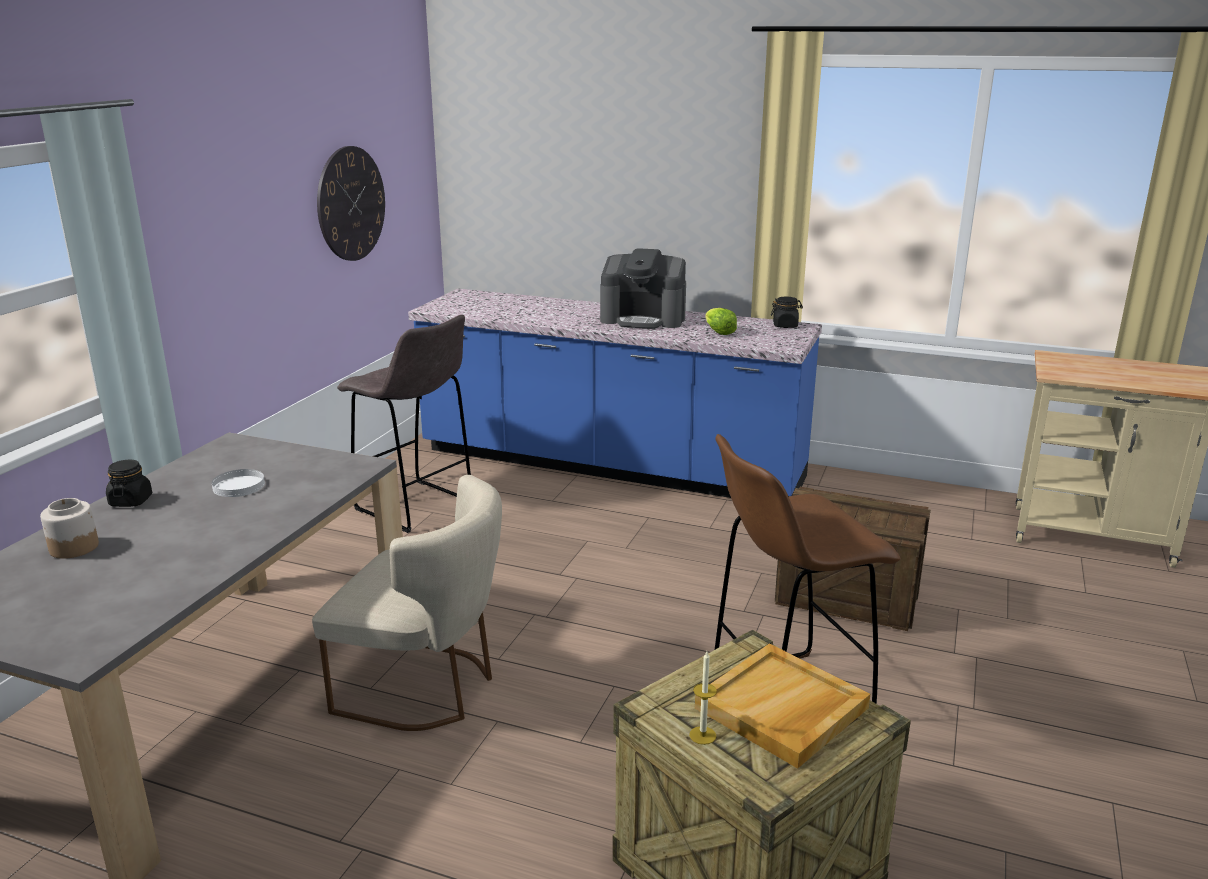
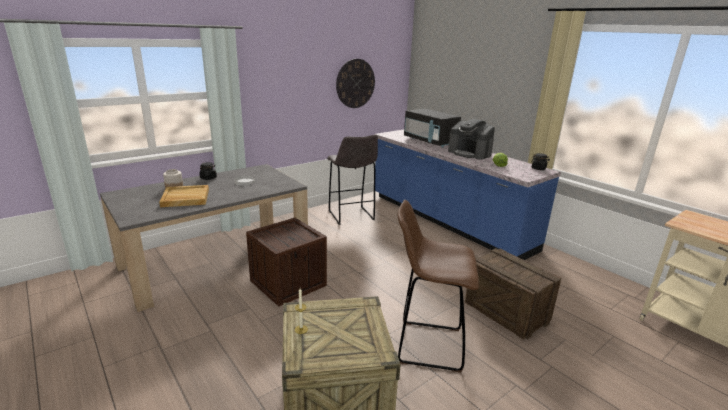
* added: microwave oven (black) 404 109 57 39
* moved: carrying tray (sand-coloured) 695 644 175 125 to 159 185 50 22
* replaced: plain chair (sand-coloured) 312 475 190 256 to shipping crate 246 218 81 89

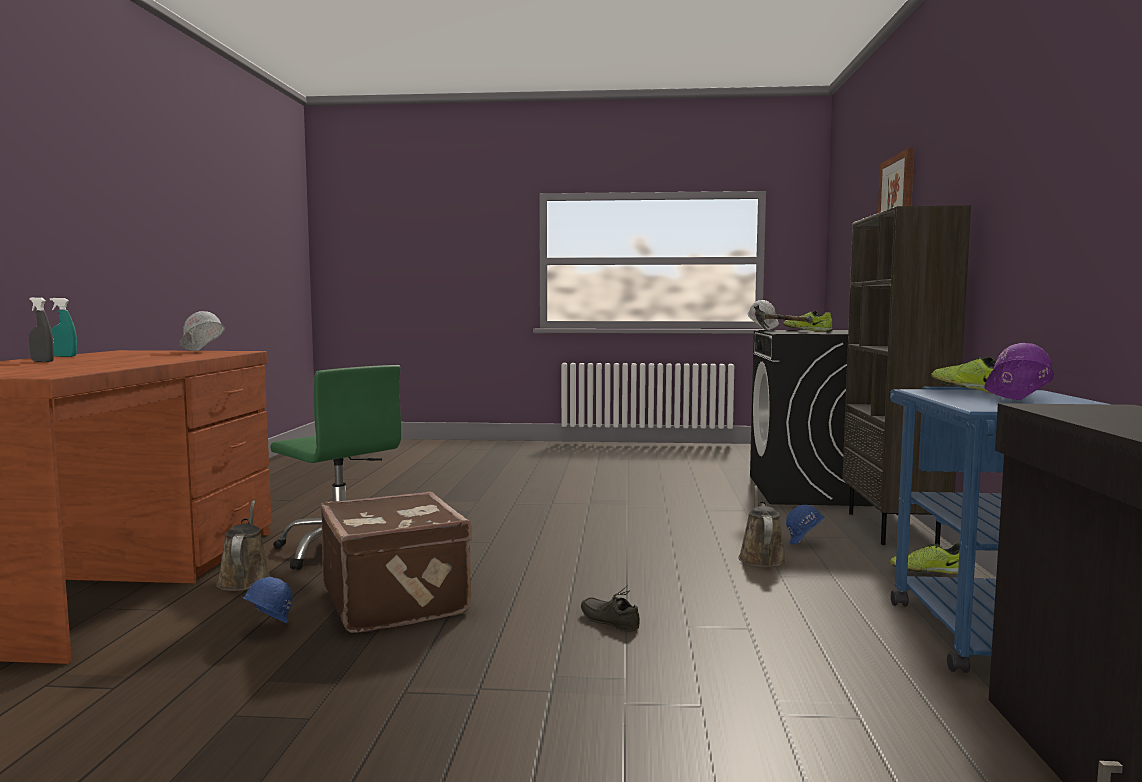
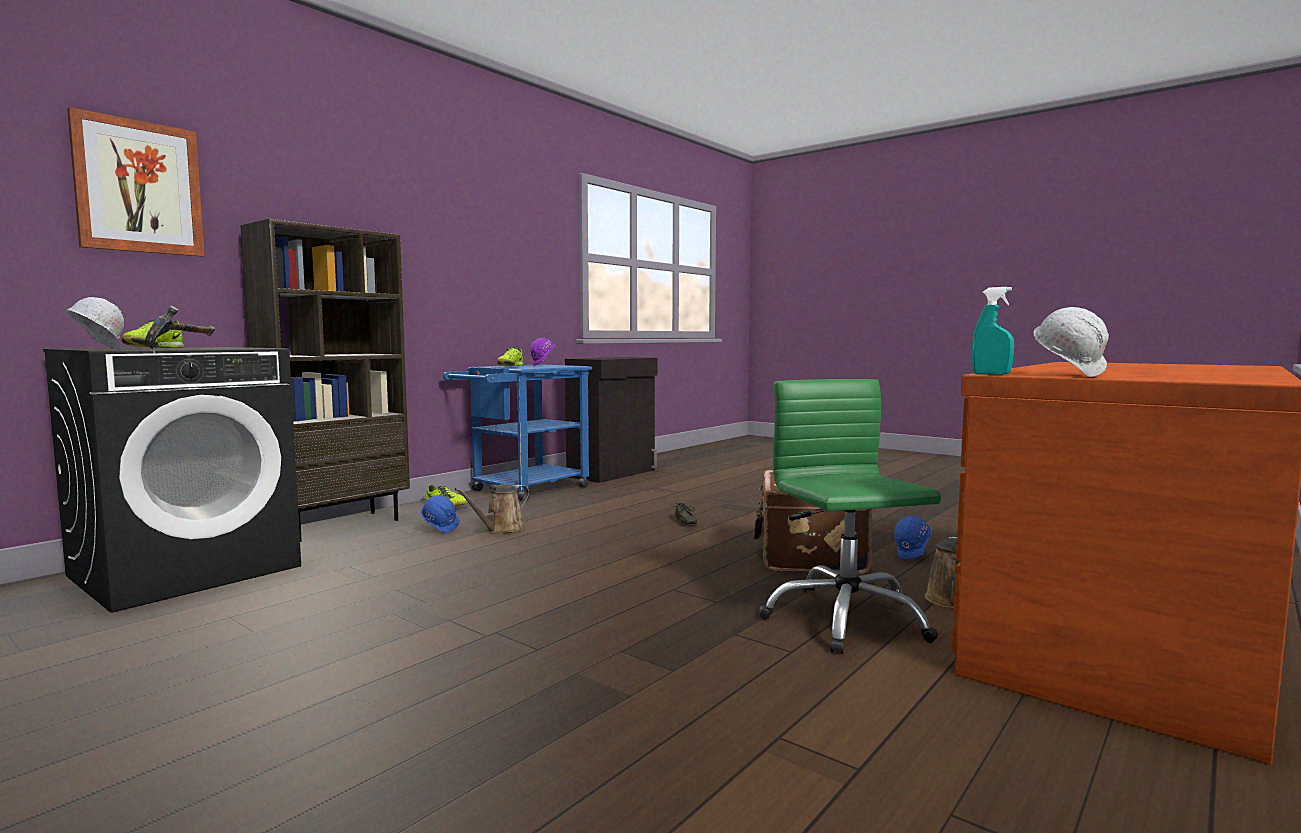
* removed: sprayer (gray) 29 297 25 65
* moved: sprayer (turquoise-coloured) 50 298 27 59 to 972 287 42 88

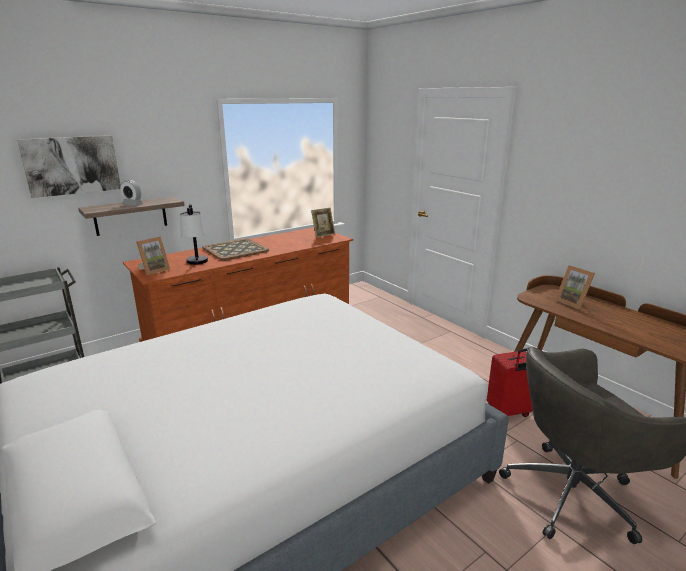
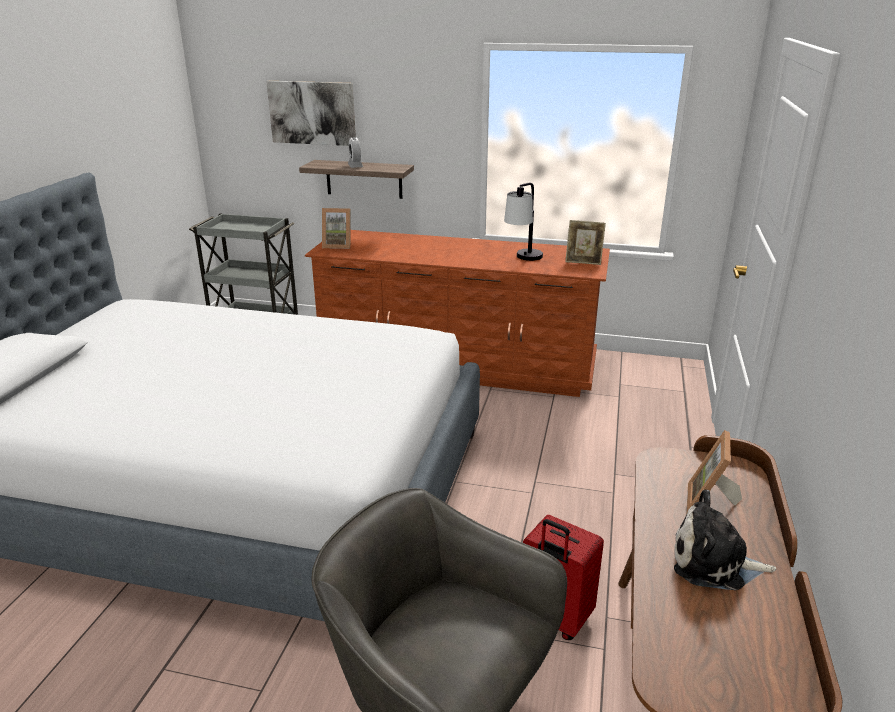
* removed: carrying tray 202 238 67 23
* added: plush toy 674 490 102 100
* moved: tabletop lamp 180 204 28 61 to 504 182 39 79

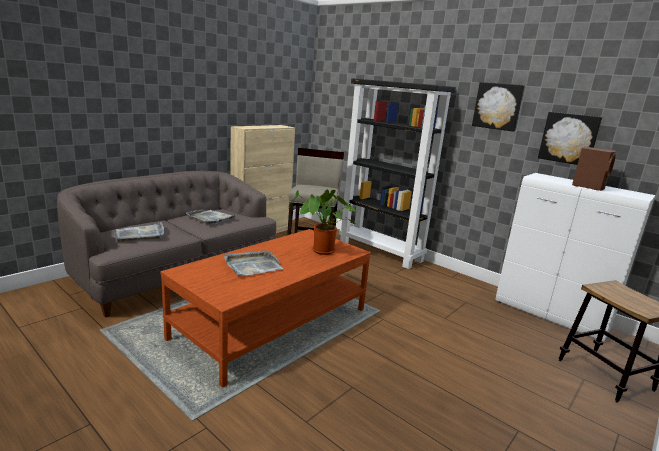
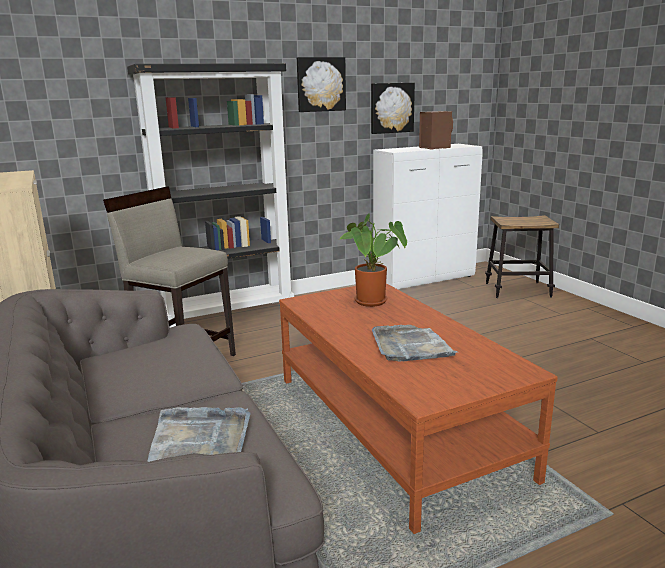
* removed: carrying tray (gray) 186 209 49 15

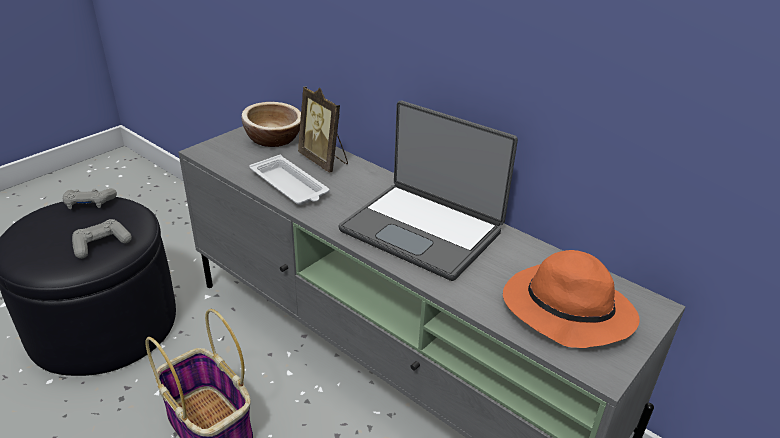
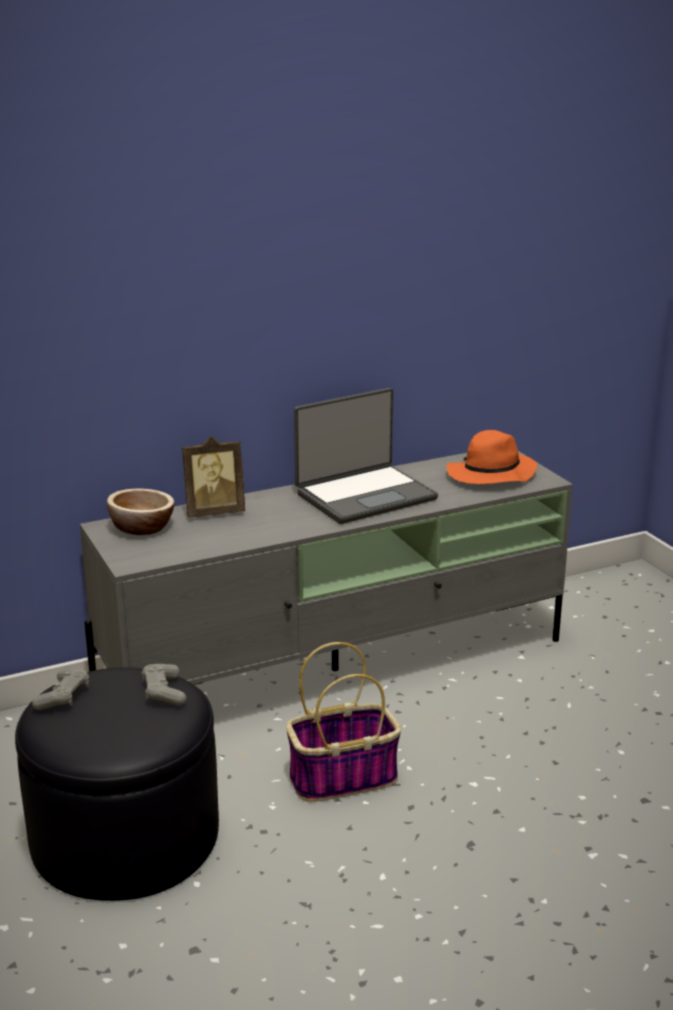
* removed: carrying tray (whitish) 249 155 80 50

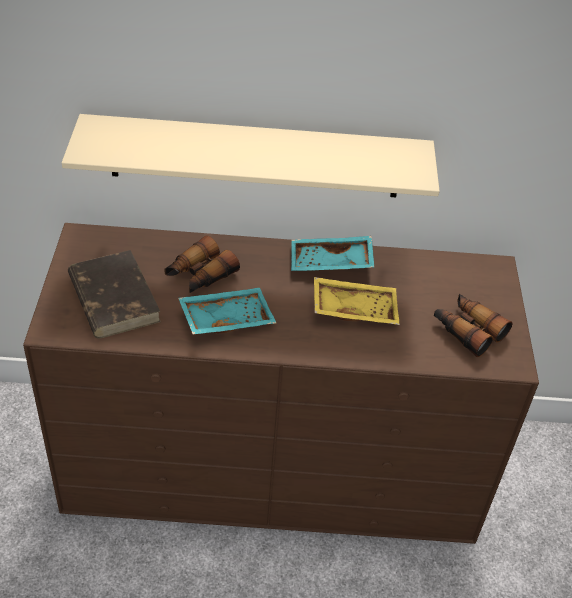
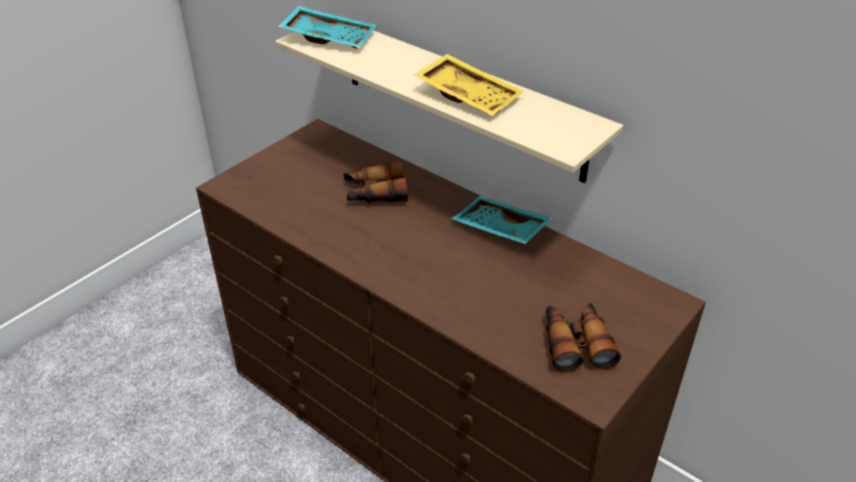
* removed: bound book (brown) 68 250 93 88
* moved: carrying tray (turquoise-coloured) 178 288 98 46 to 278 6 98 43
* moved: carrying tray (yellowish) 314 277 86 48 to 414 54 110 62

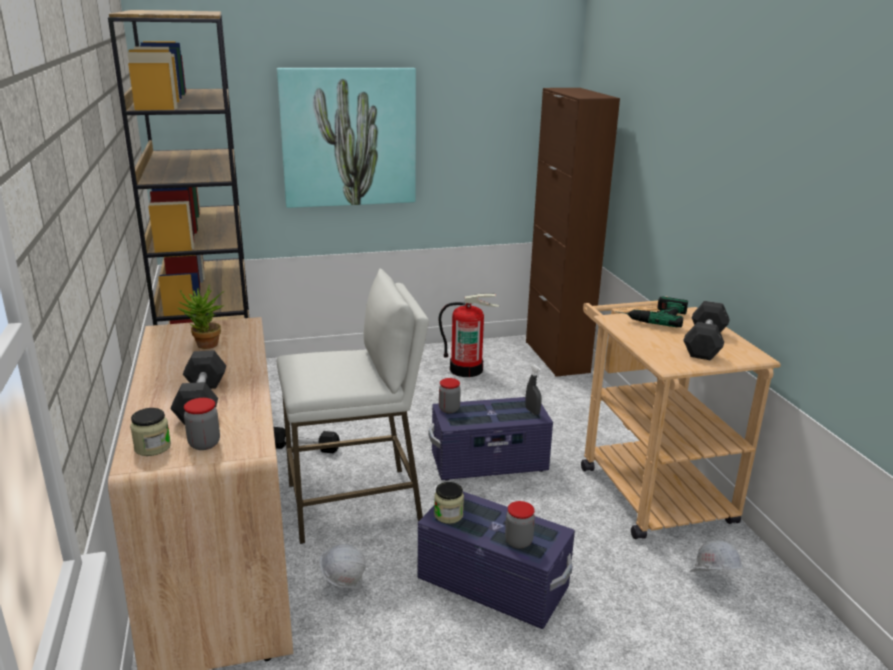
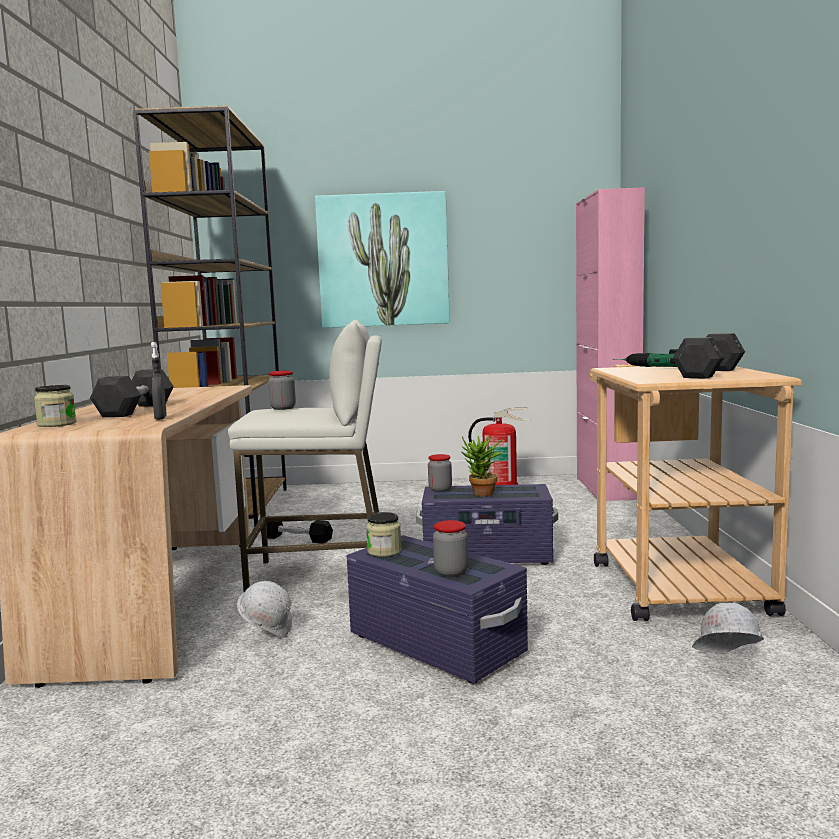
* moved: plant in a pot 178 285 47 64 to 461 435 42 62
* moved: storage jar 184 398 36 52 to 268 371 28 39
* moved: sprayer (gray) 525 364 17 51 to 151 342 16 78
* recoloured: cabinet (brown) 526 88 94 289 to cabinet (pink) 576 188 69 313

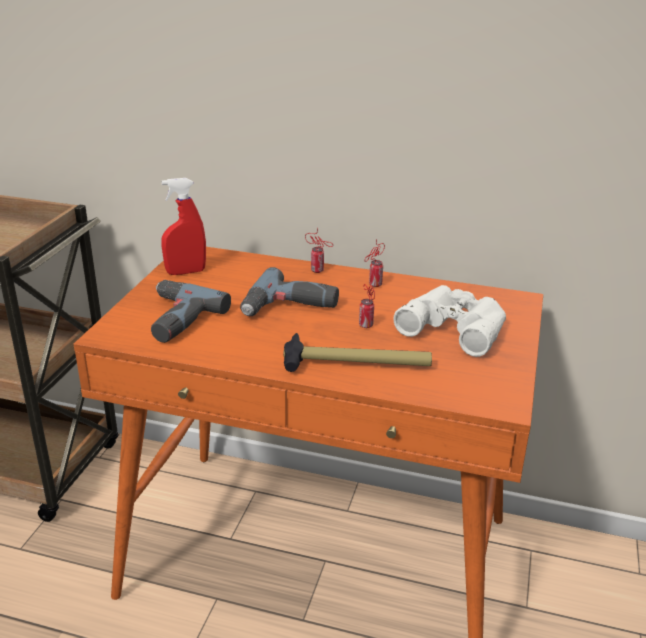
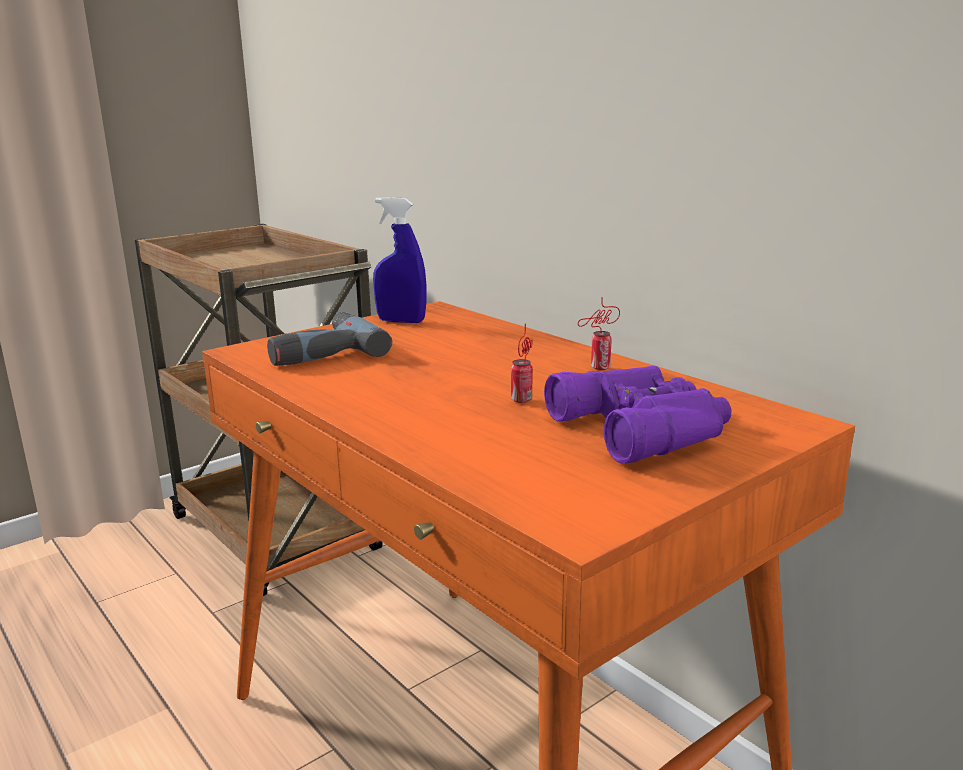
* removed: power drill 240 267 99 49
* removed: tool hammer 284 333 148 39
* removed: can 305 228 28 45
* recoloured: sprayer (reddish) 161 178 45 97 to sprayer (blue-coloured) 373 197 53 126
* recoloured: binoculars (whitish) 393 285 113 72 to binoculars (purplish) 544 365 188 99

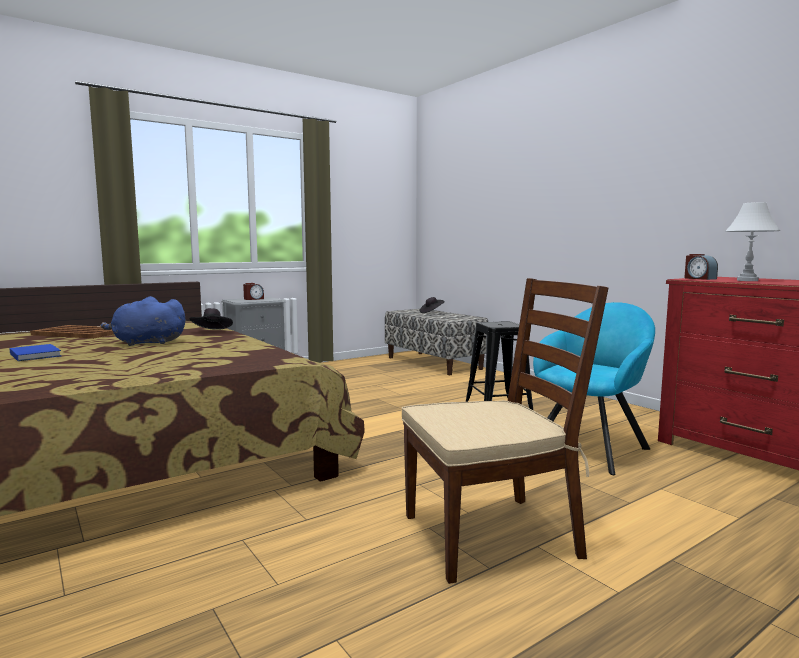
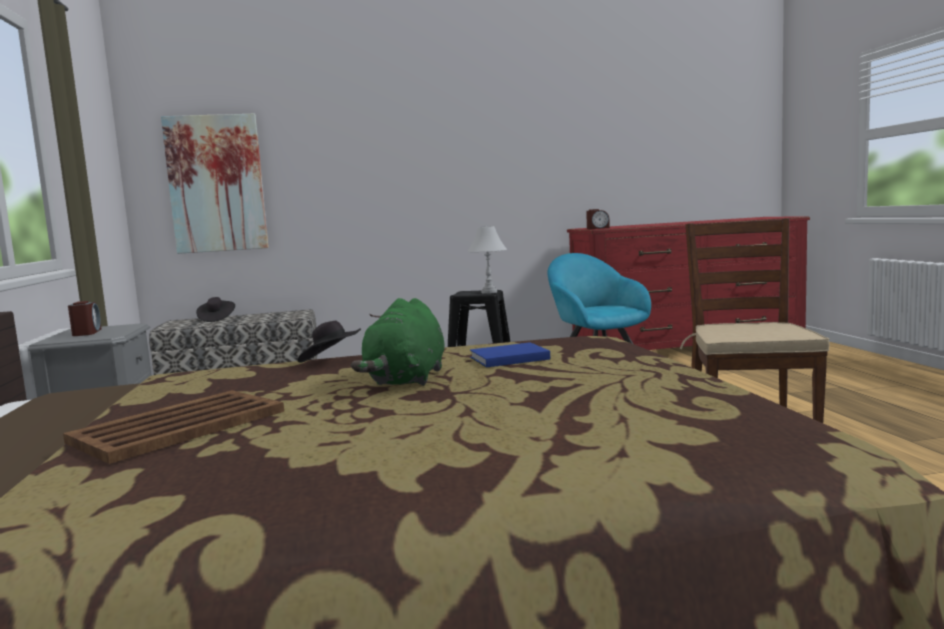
* added: wall picture 161 114 108 140
* moved: bound book (blue-coloured) 10 344 51 17 to 470 342 80 26
* moved: tabletop lamp (whitish) 725 202 55 79 to 467 226 40 68
* recoloured: plush toy (blue-coloured) 101 296 84 50 to plush toy (green) 351 298 94 88

